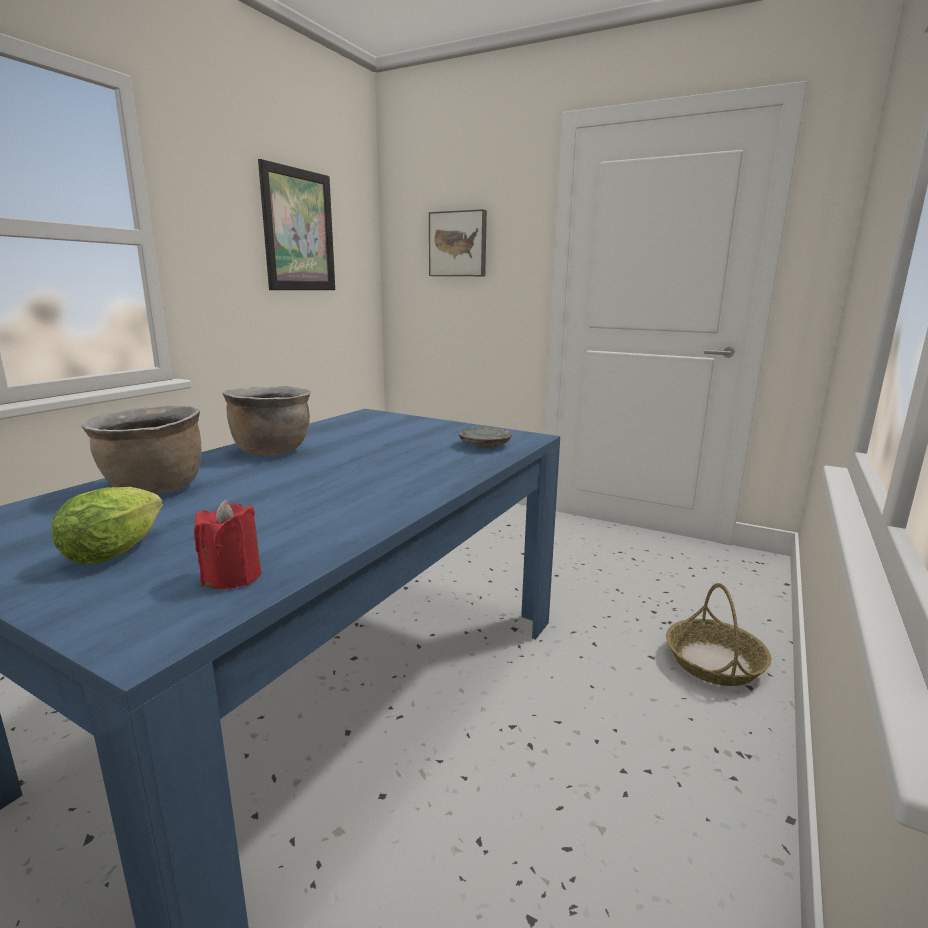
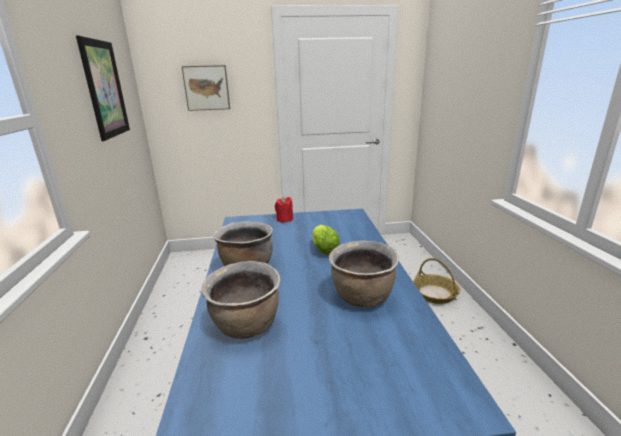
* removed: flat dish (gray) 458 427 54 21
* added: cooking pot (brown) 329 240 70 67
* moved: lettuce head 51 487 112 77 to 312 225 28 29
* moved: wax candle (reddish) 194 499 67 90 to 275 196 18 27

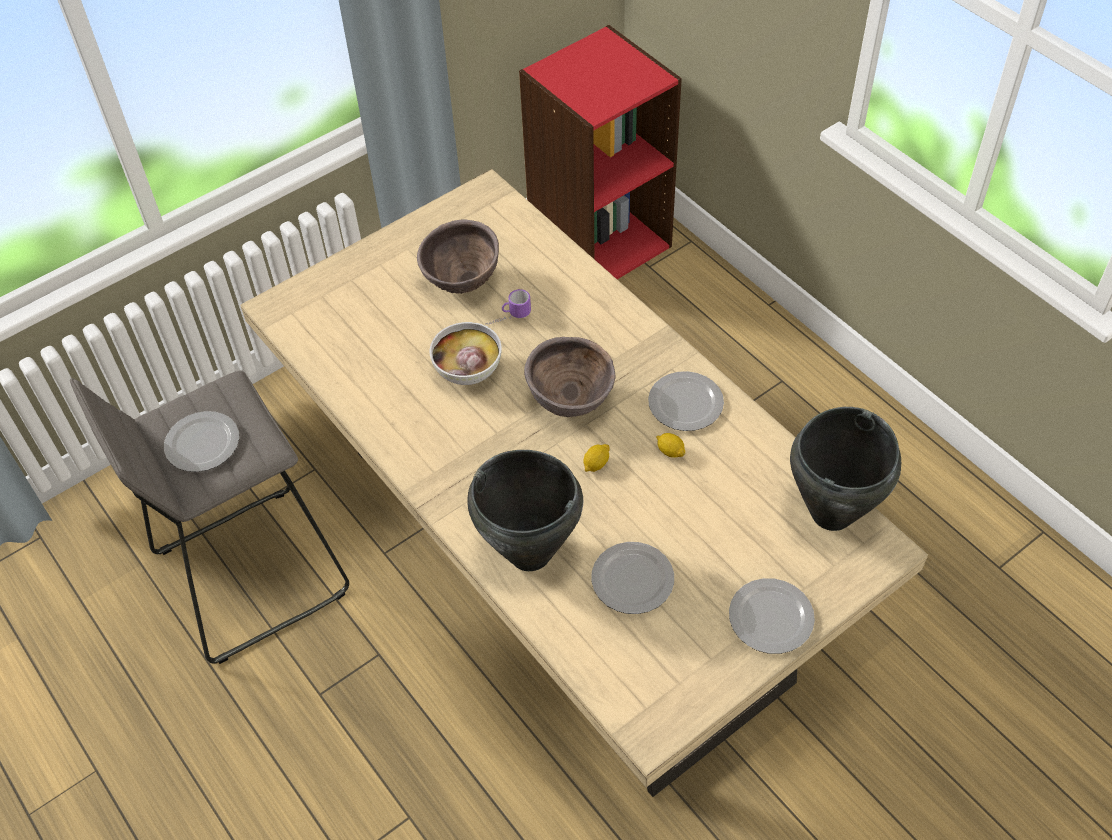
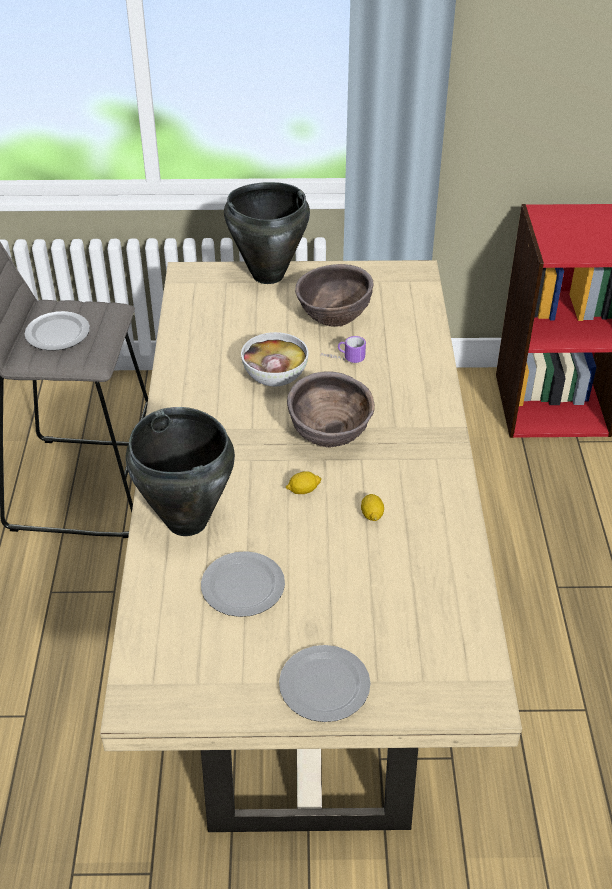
* removed: flat dish 648 371 76 60
* moved: cooking pot (black) 790 407 111 124 to 224 182 86 102

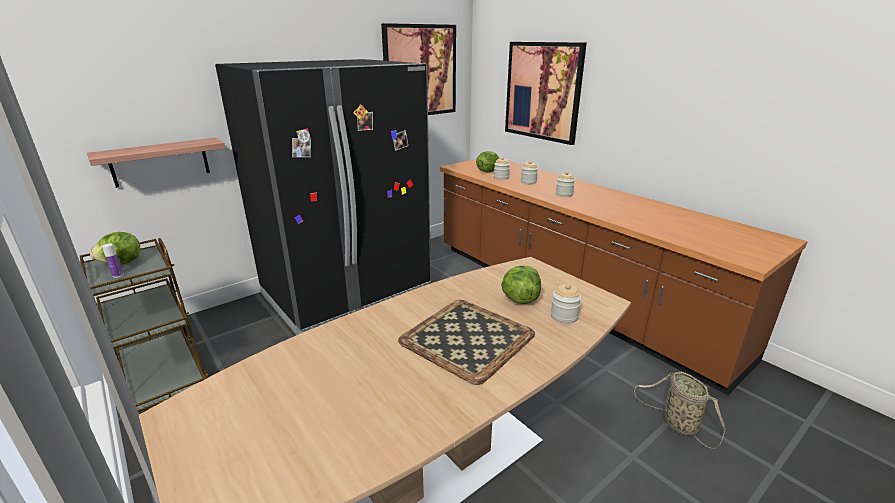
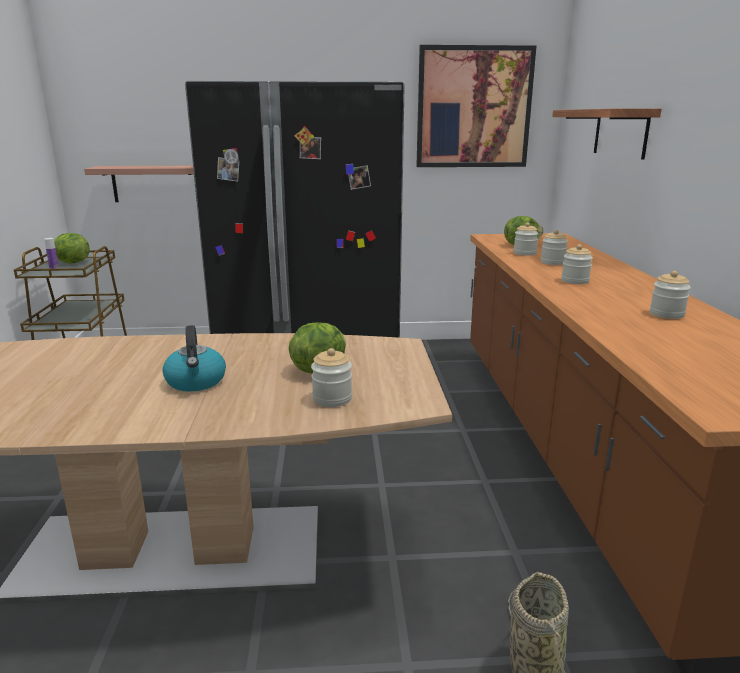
* added: storage jar 650 271 41 48
* replaced: carrying tray 398 300 137 85 to water kettle 162 325 64 67
* replaced: wall picture 505 42 82 103 to bracket shelf 552 108 109 52

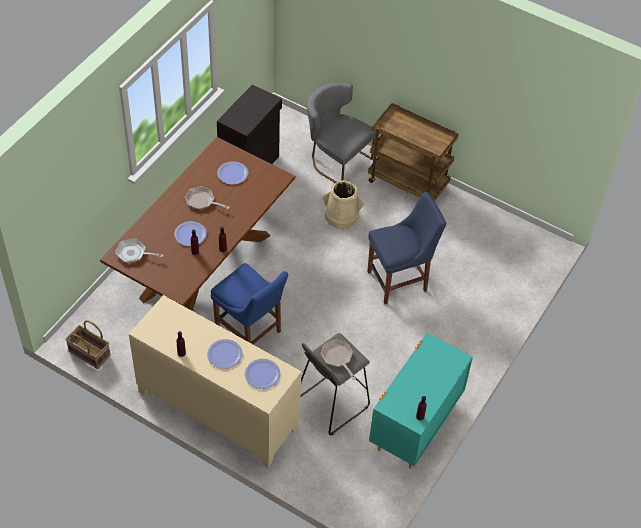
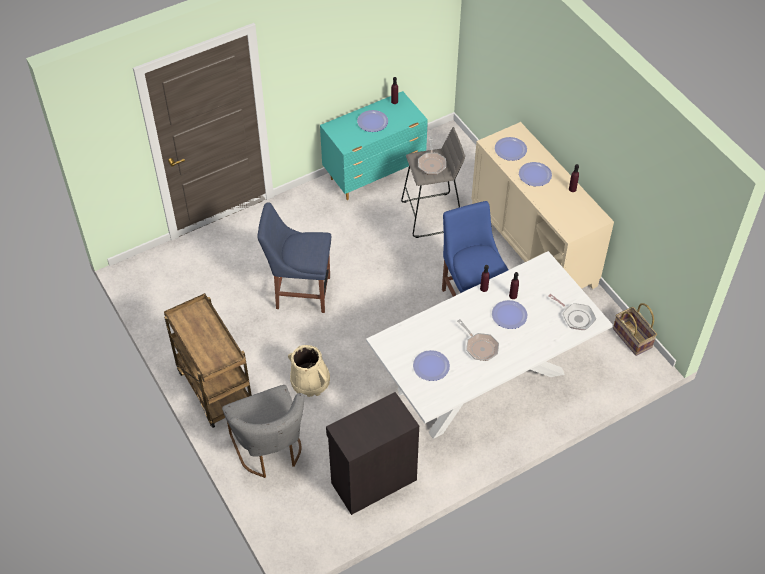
* added: flat dish 357 110 31 22
* recoloured: dining table (brown) 100 137 195 174 to dining table (whitish) 366 251 247 188

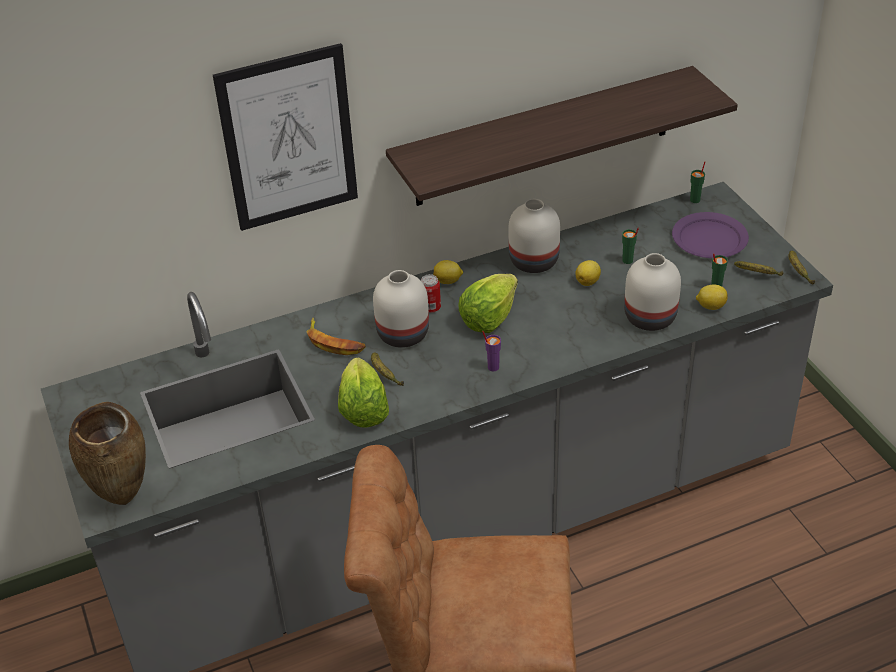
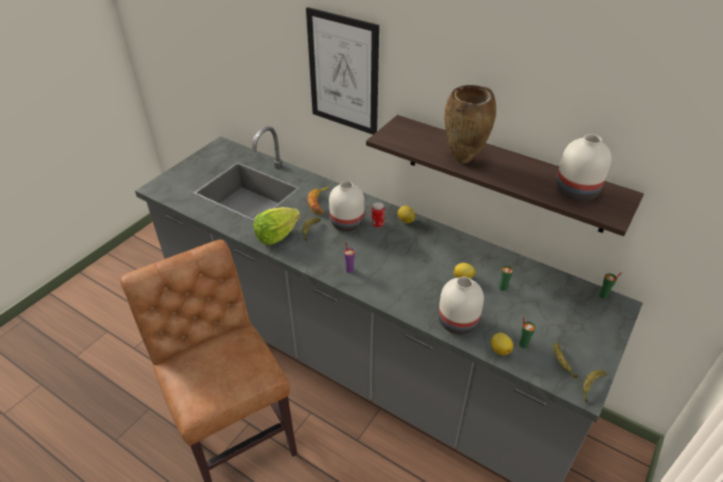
* removed: lettuce head 458 274 60 59
* removed: flat dish (purplish) 672 212 77 46
* moved: decorative vase (brown) 69 402 77 103 to 444 85 52 79
* moved: decorative vase (whitish) 509 199 51 74 to 556 134 56 67

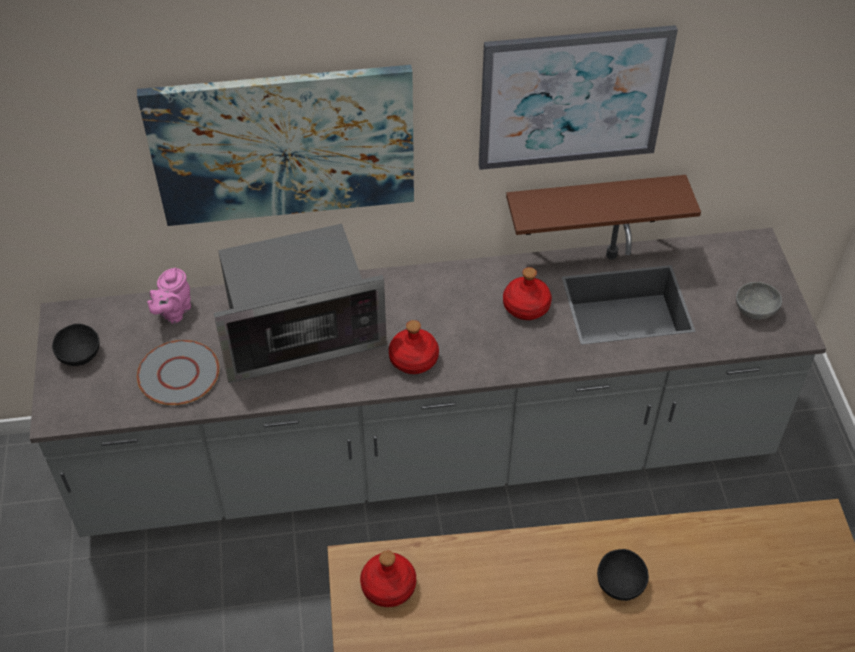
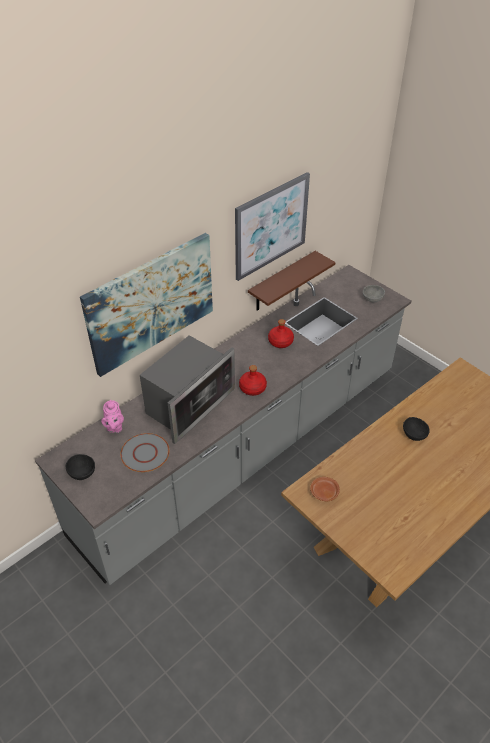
* replaced: drink bottle (reddish) 360 551 56 56 to flat dish (brown) 310 477 30 24

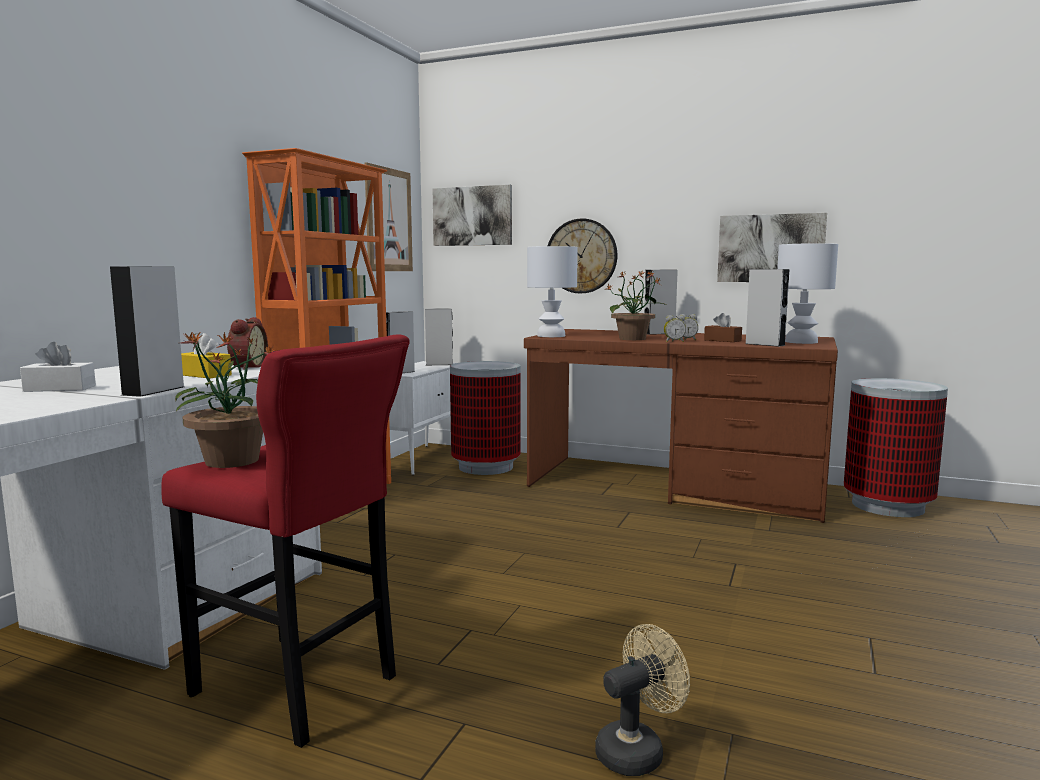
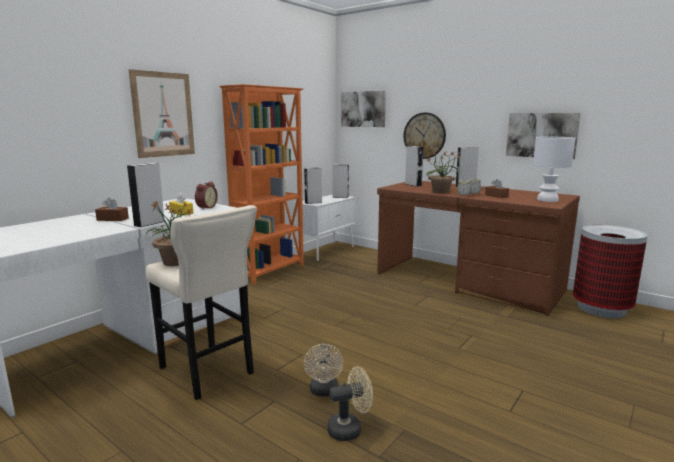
* removed: rubbish bin 450 361 71 114
* removed: tabletop lamp (whitish) 527 246 51 91
* added: cooling fan (sand-coloured) 303 344 41 52
* moved: wall picture 364 162 49 109 to 129 69 66 89
* moved: loudspeaker (gray) 746 269 43 78 to 405 146 19 41
* recoloured: box of tissues (whitish) 20 342 76 50 to box of tissues (brown) 95 198 34 23
* recoloured: sitting stool (reddish) 161 335 249 413 to sitting stool (sand-coloured) 145 205 112 195

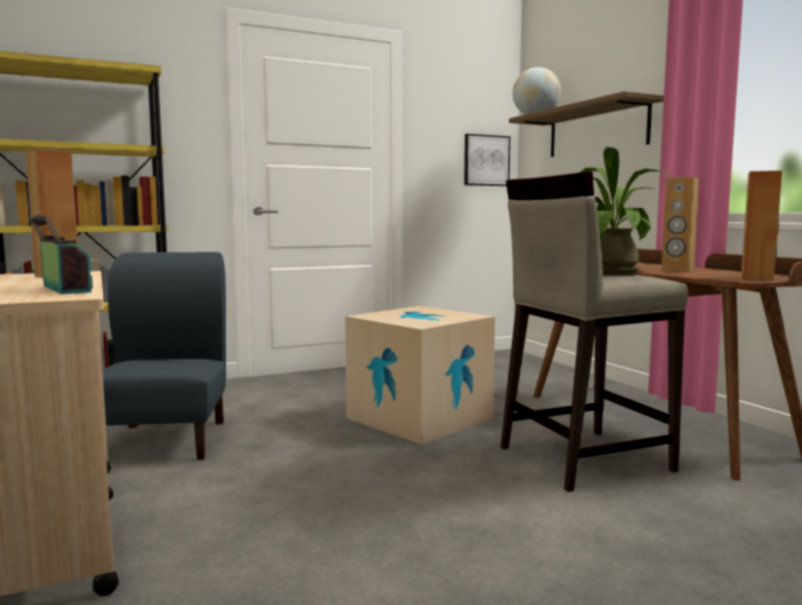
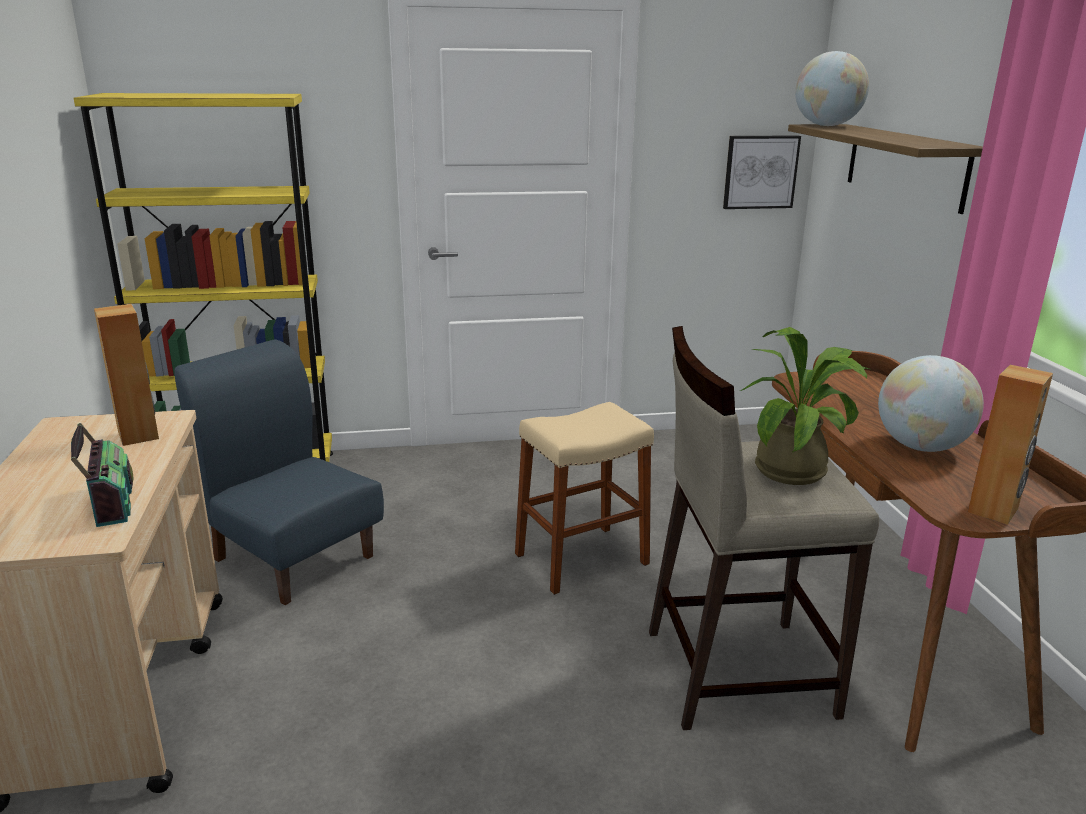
* replaced: carton 345 306 150 138 to sitting stool (sand-coloured) 515 402 139 193
* replaced: loudspeaker (brown) 661 177 38 95 to desk globe 878 355 106 97
* turned: plain chair (blue-coloured) 102 252 124 208 = 175 339 209 266 60 degrees counterclockwise

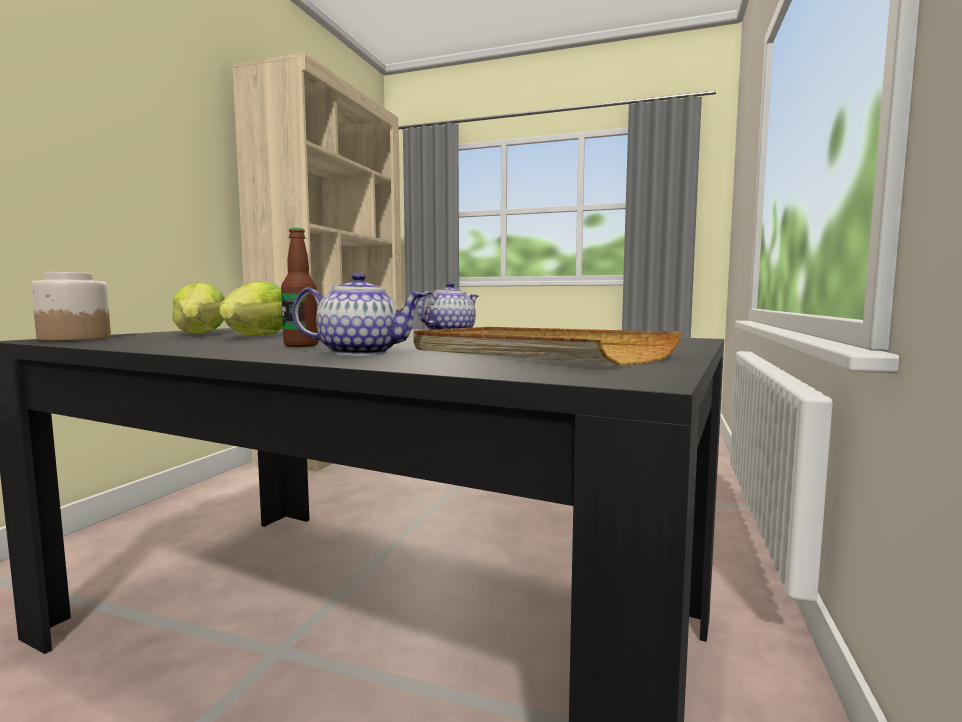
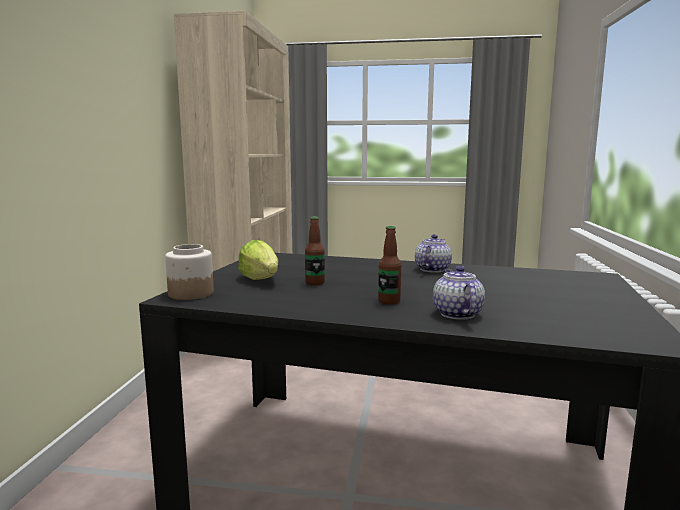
* removed: carrying tray (sand-coloured) 414 327 268 39
* replaced: lettuce head 219 281 64 55 to drink bottle 305 217 20 68
* turned: tea pot 292 272 134 84 = 433 266 52 54 90 degrees counterclockwise

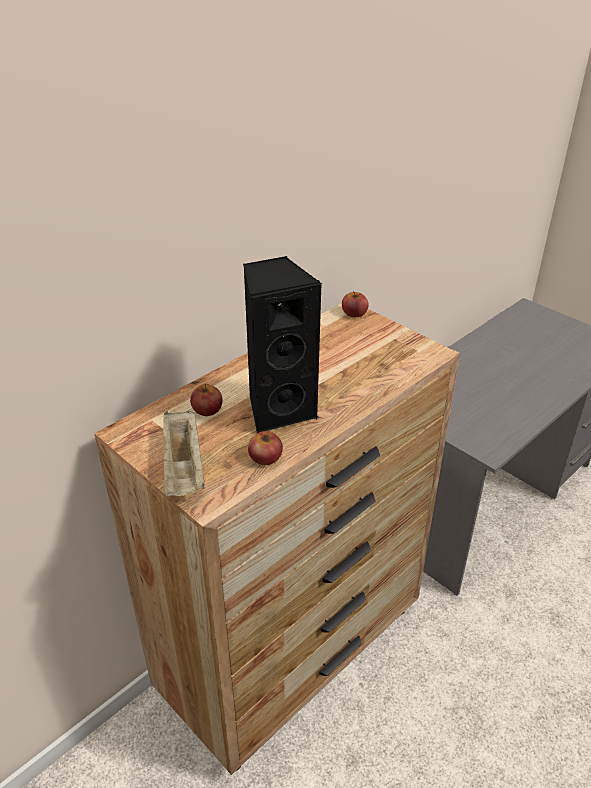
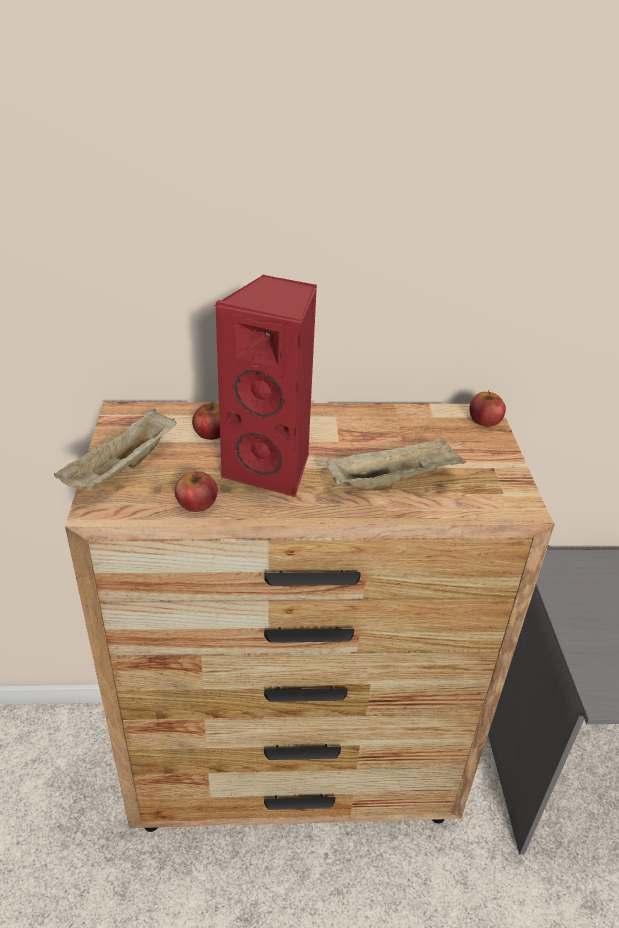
* added: carrying tray (sand-coloured) 327 436 139 55
* recoloured: loudspeaker (black) 243 256 79 177 to loudspeaker (reddish) 214 274 103 223

